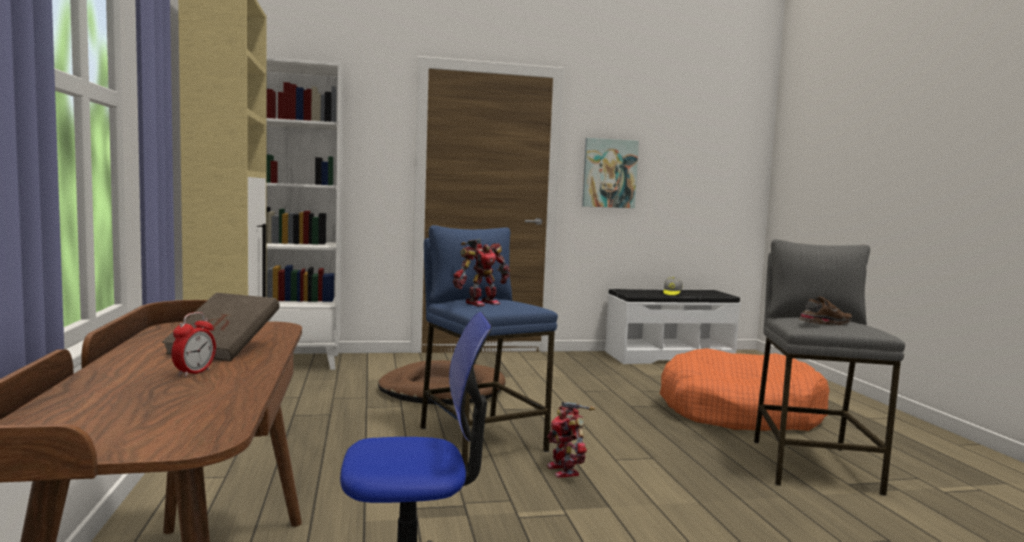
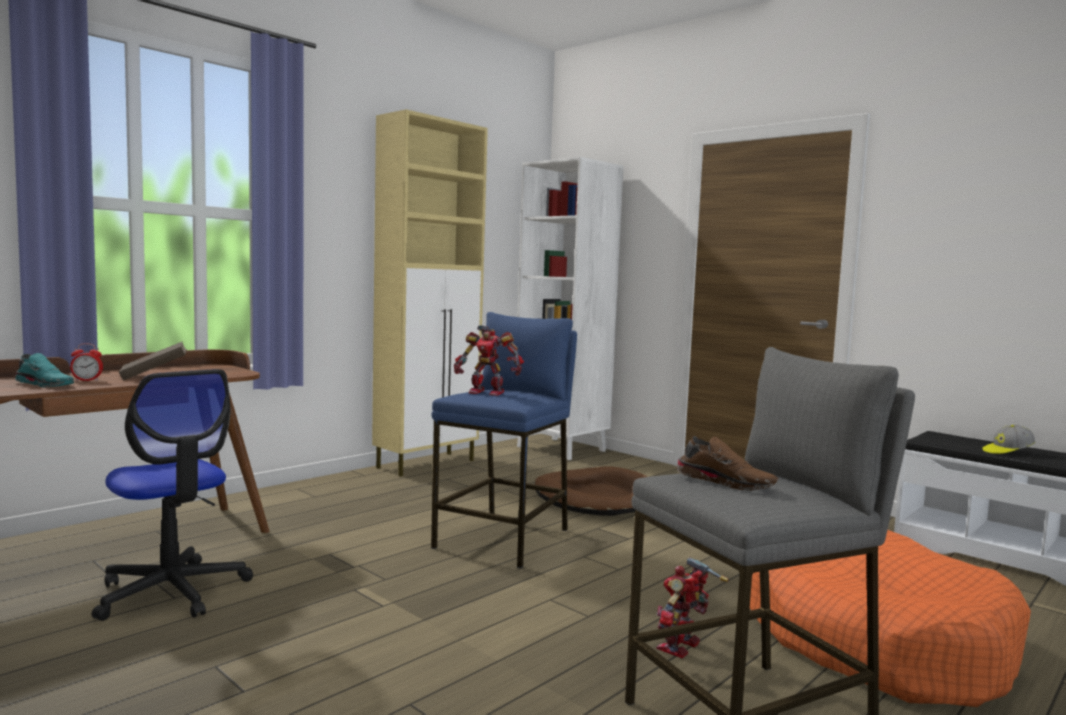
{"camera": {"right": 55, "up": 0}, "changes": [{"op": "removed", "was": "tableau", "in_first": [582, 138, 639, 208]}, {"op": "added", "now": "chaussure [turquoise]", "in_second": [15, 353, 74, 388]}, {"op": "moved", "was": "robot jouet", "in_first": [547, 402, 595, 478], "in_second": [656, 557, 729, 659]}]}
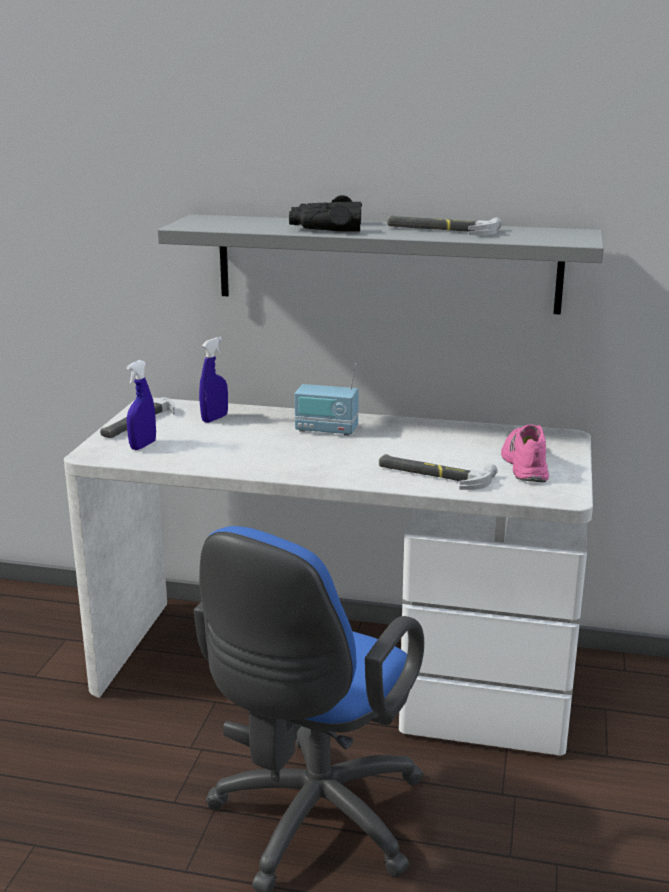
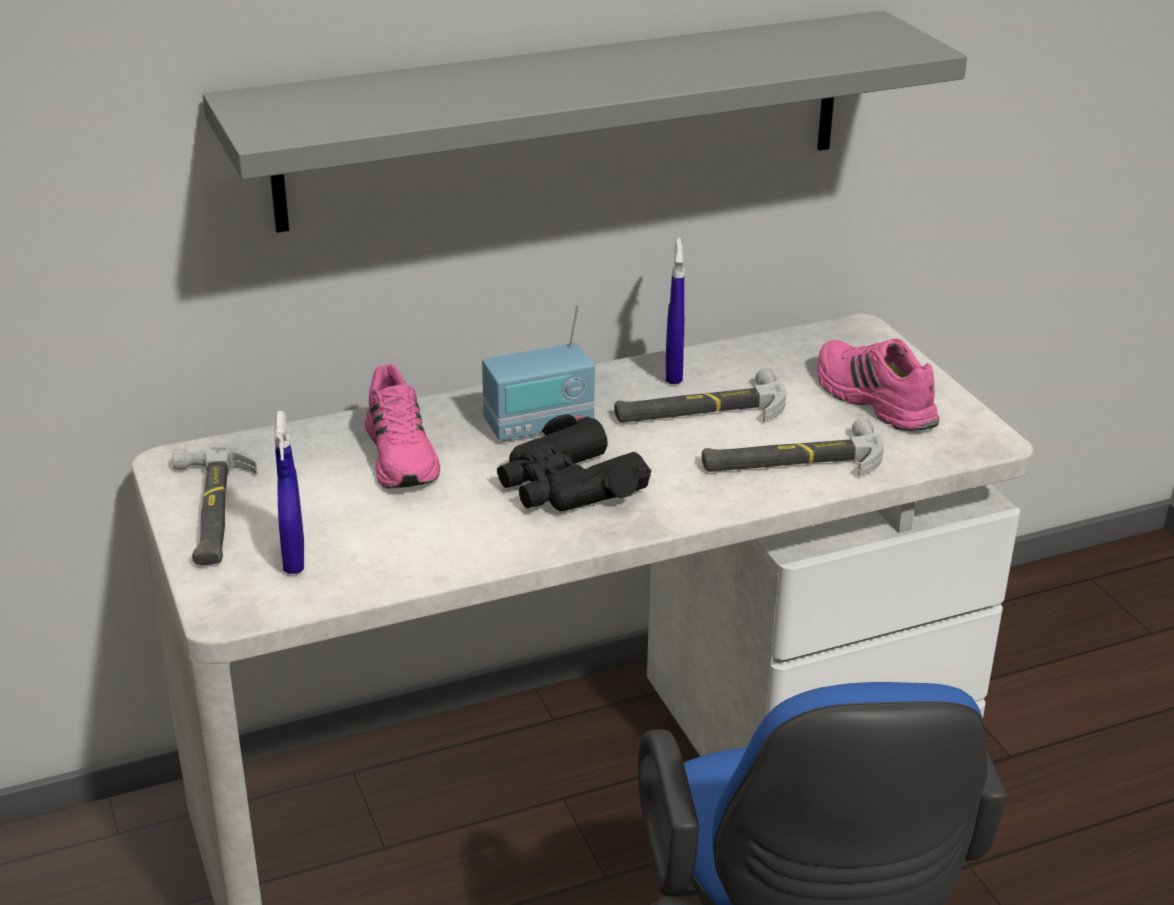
{"camera": {"right": -35, "up": 10}, "changes": [{"op": "added", "now": "chaussure [rose]", "in_second": [365, 364, 440, 489]}, {"op": "moved", "was": "vaporisateur [bleu]", "in_first": [199, 337, 228, 423], "in_second": [666, 238, 685, 384]}, {"op": "moved", "was": "jumelles [noir]", "in_first": [289, 195, 362, 232], "in_second": [497, 414, 651, 511]}, {"op": "moved", "was": "marteau", "in_first": [387, 216, 502, 235], "in_second": [614, 368, 786, 423]}]}
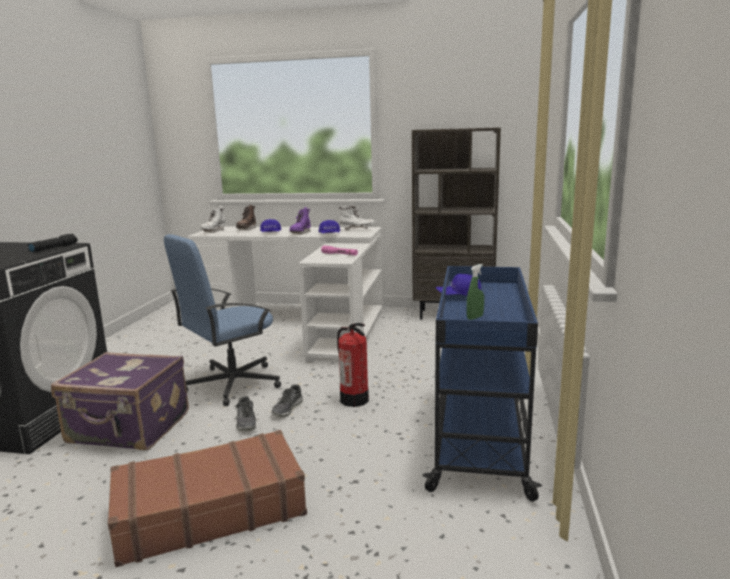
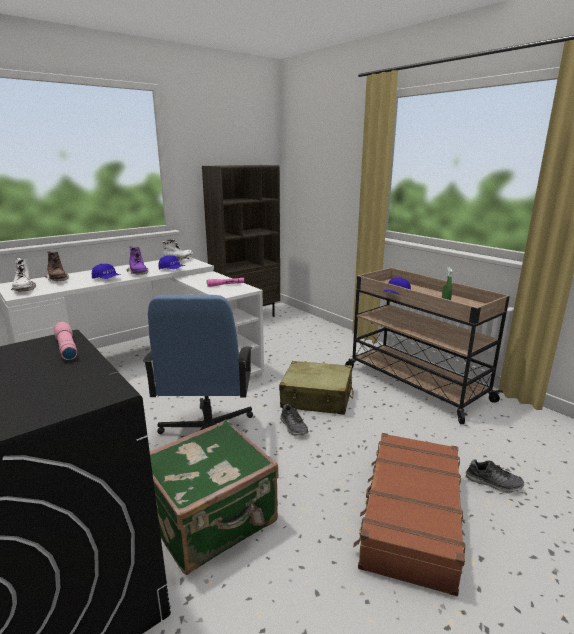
{"camera": {"right": -50, "up": 5}, "changes": [{"op": "moved", "was": "chaussure", "in_first": [235, 396, 256, 431], "in_second": [465, 459, 524, 493]}, {"op": "replaced", "was": "extincteur", "now": "valise [beige]", "in_first": [337, 323, 369, 407], "in_second": [279, 361, 353, 415]}, {"op": "recoloured", "was": "lampe de poche [noir]", "now": "lampe de poche [rose]", "in_first": [28, 234, 78, 252], "in_second": [54, 322, 77, 360]}, {"op": "recoloured", "was": "valise [violet]", "now": "valise [vert]", "in_first": [51, 352, 189, 450], "in_second": [150, 419, 278, 575]}, {"op": "recoloured", "was": "chariot [bleu]", "now": "chariot [beige]", "in_first": [422, 266, 542, 501], "in_second": [345, 268, 510, 424]}]}
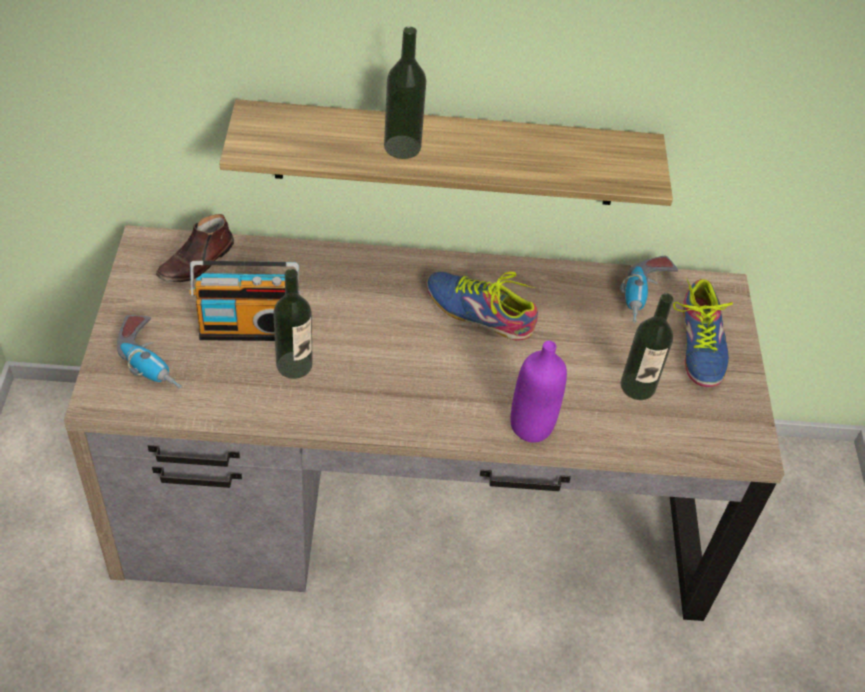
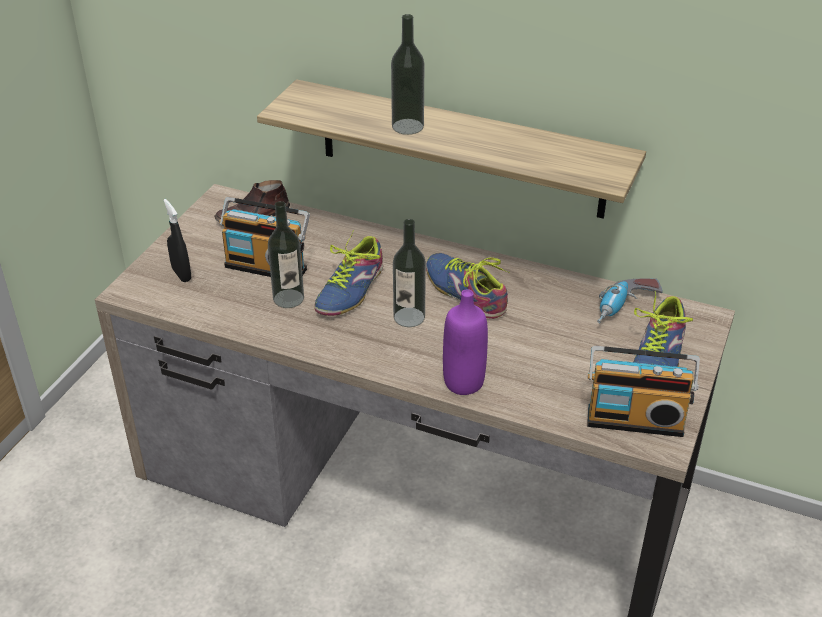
{"camera": {"right": 25, "up": -10}, "changes": [{"op": "added", "now": "chaussure", "in_second": [314, 230, 383, 316]}, {"op": "added", "now": "radio", "in_second": [587, 346, 700, 437]}, {"op": "moved", "was": "bouteille", "in_first": [620, 293, 673, 400], "in_second": [393, 219, 426, 327]}, {"op": "replaced", "was": "perceuse", "now": "vaporisateur [noir]", "in_first": [117, 315, 182, 389], "in_second": [163, 199, 191, 282]}]}
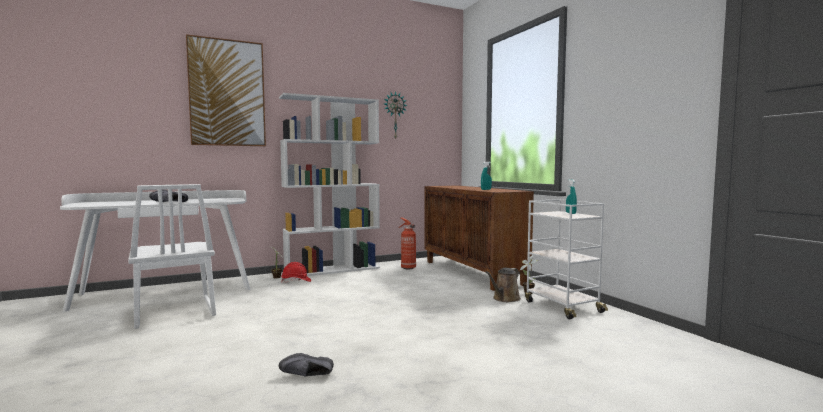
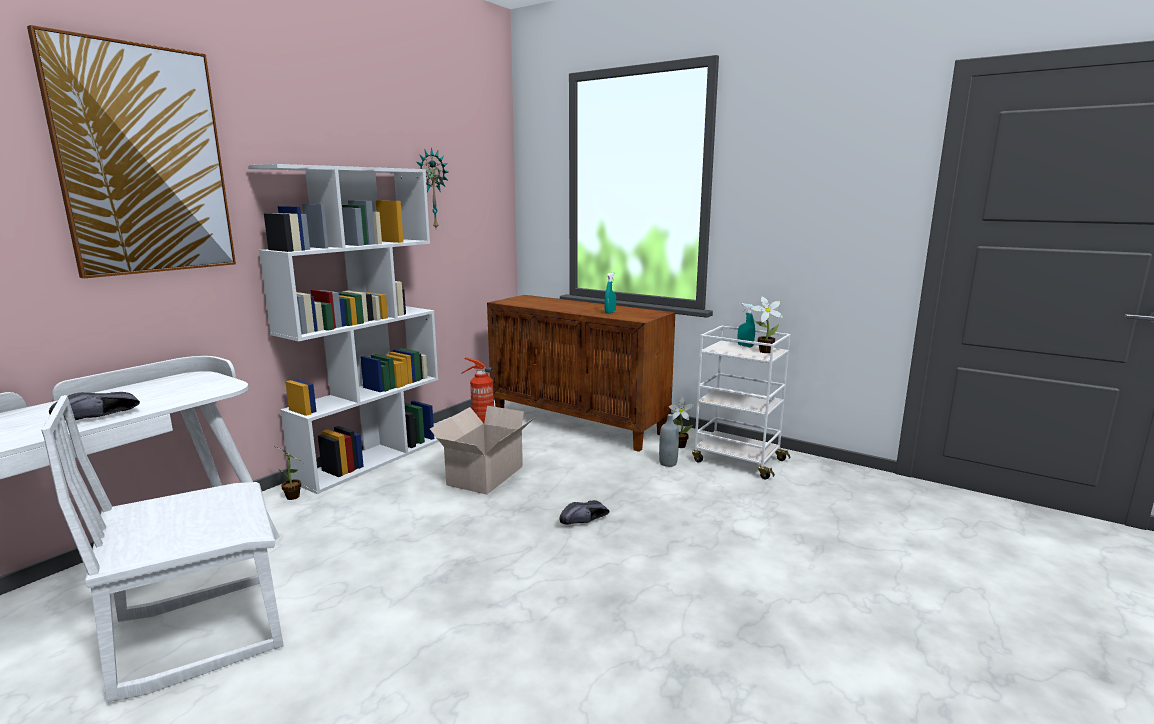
{"camera": {"right": -30, "up": 10}, "changes": [{"op": "removed", "was": "casque de chantier [rouge]", "in_first": [281, 262, 311, 283]}, {"op": "added", "now": "carton", "in_second": [430, 406, 534, 495]}, {"op": "added", "now": "plante en pot", "in_second": [751, 297, 783, 353]}, {"op": "moved", "was": "chaussure [noir]", "in_first": [279, 353, 334, 377], "in_second": [559, 500, 610, 524]}, {"op": "replaced", "was": "arrosoir [marron]", "now": "bouteille [gris]", "in_first": [485, 268, 521, 302], "in_second": [659, 414, 679, 467]}, {"op": "turned", "was": "chaise [blanc]", "in_first": [128, 184, 216, 329], "in_second": [41, 395, 284, 703], "clockwise": 120}]}
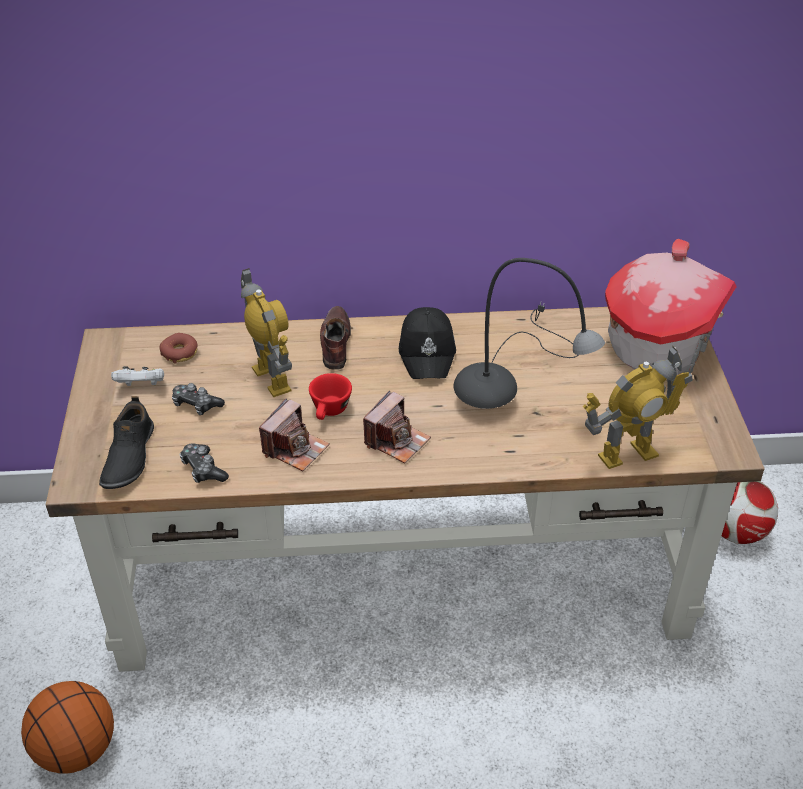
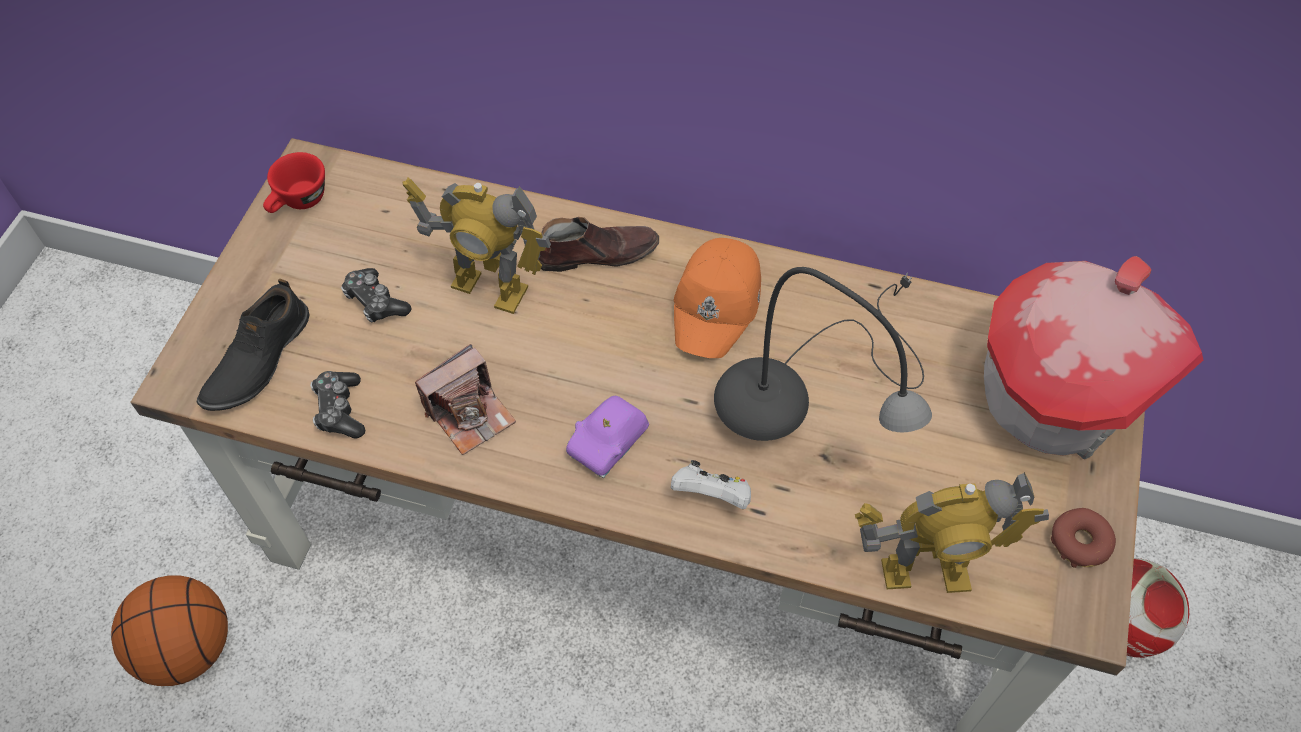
{"camera": {"right": 20, "up": 15}, "changes": [{"op": "moved", "was": "manette [blanc]", "in_first": [111, 366, 164, 386], "in_second": [671, 460, 751, 509]}, {"op": "moved", "was": "beignet", "in_first": [160, 333, 198, 364], "in_second": [1051, 508, 1116, 568]}, {"op": "moved", "was": "tasse [rouge]", "in_first": [309, 373, 352, 420], "in_second": [263, 152, 325, 213]}, {"op": "replaced", "was": "appareil photo", "now": "petite voiture [violet]", "in_first": [363, 390, 431, 463], "in_second": [566, 396, 649, 478]}, {"op": "recoloured", "was": "casquette [noir]", "now": "casquette [orange]", "in_first": [399, 307, 456, 379], "in_second": [674, 238, 761, 358]}, {"op": "turned", "was": "robot jouet", "in_first": [241, 268, 292, 397], "in_second": [402, 178, 551, 314], "clockwise": 120}, {"op": "turned", "was": "chaussure [marron]", "in_first": [320, 306, 351, 370], "in_second": [538, 217, 659, 272], "clockwise": 60}]}
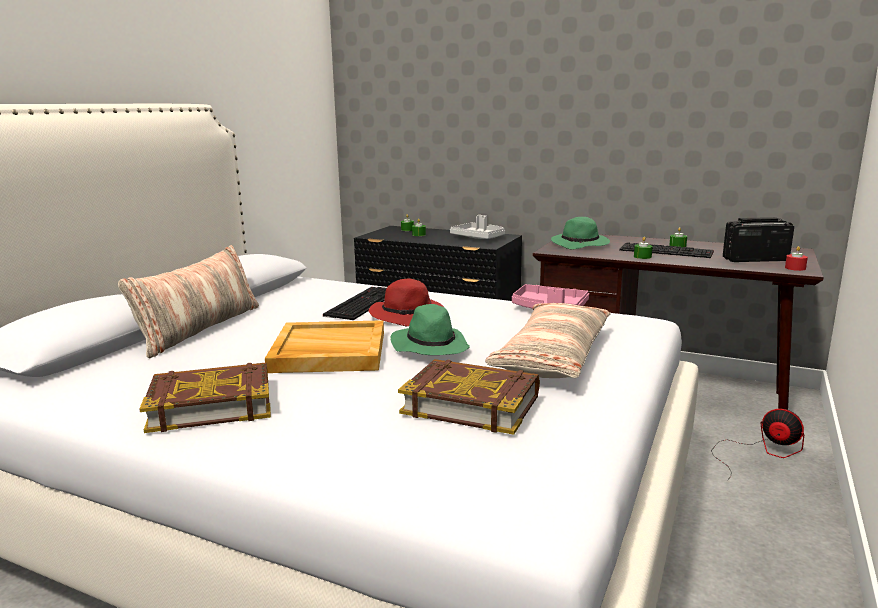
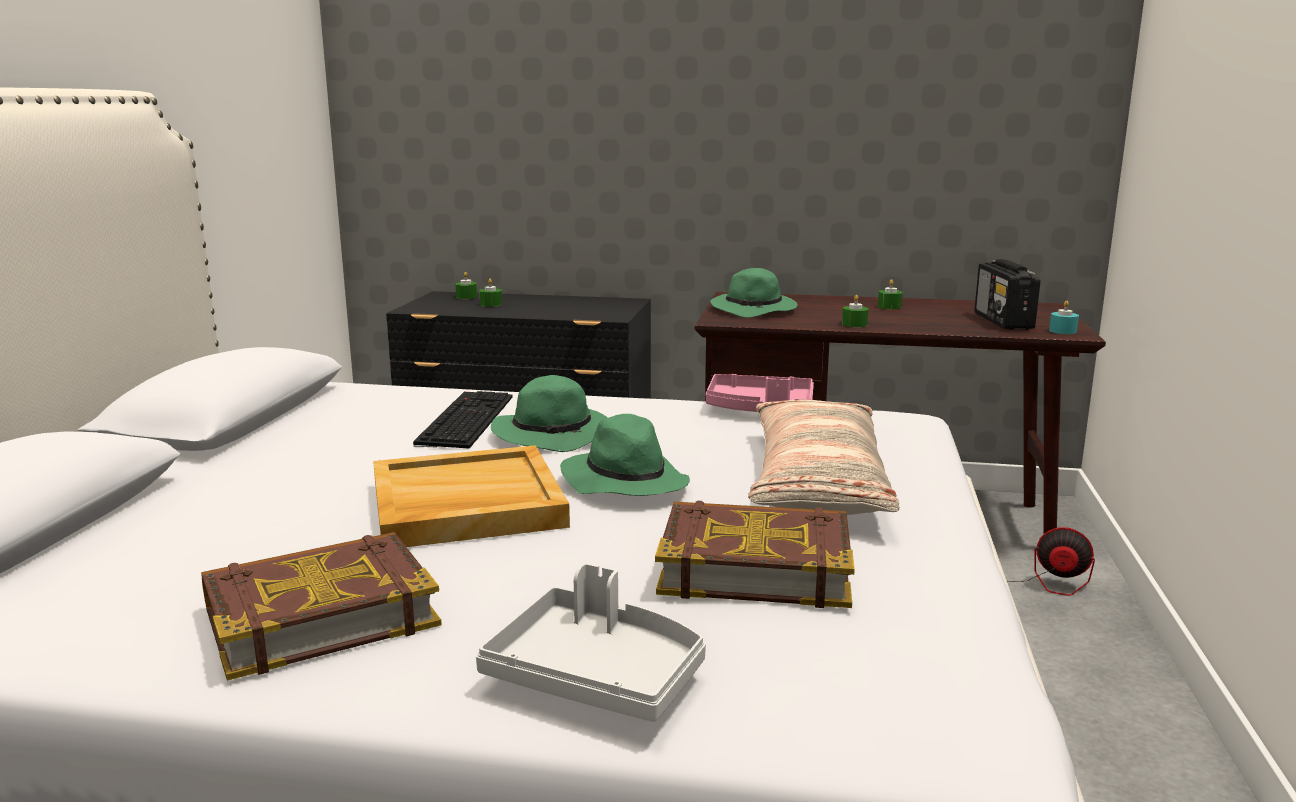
{"camera": {"right": -15, "up": 0}, "changes": [{"op": "removed", "was": "coussin", "in_first": [118, 245, 259, 358]}, {"op": "removed", "was": "clavier", "in_first": [619, 242, 714, 258]}, {"op": "moved", "was": "plateau [gris]", "in_first": [450, 215, 505, 239], "in_second": [476, 563, 706, 722]}, {"op": "recoloured", "was": "chapeau [rouge]", "now": "chapeau [vert]", "in_first": [369, 278, 445, 326], "in_second": [491, 375, 608, 452]}, {"op": "recoloured", "was": "bougie [rouge]", "now": "bougie [turquoise]", "in_first": [785, 246, 808, 271], "in_second": [1049, 301, 1079, 334]}, {"op": "turned", "was": "radio", "in_first": [723, 217, 794, 262], "in_second": [975, 259, 1040, 330], "clockwise": -75}]}
